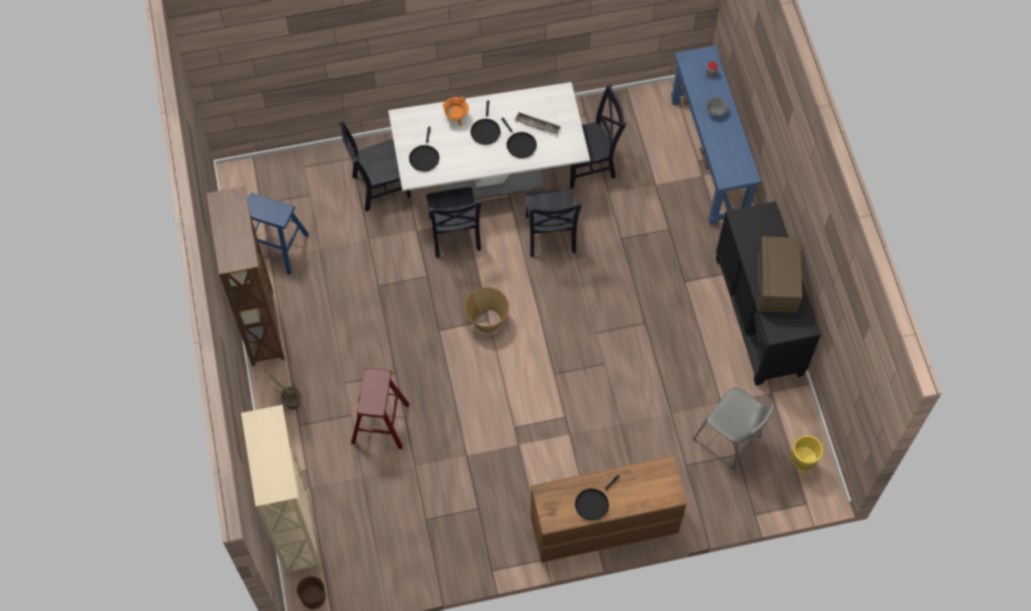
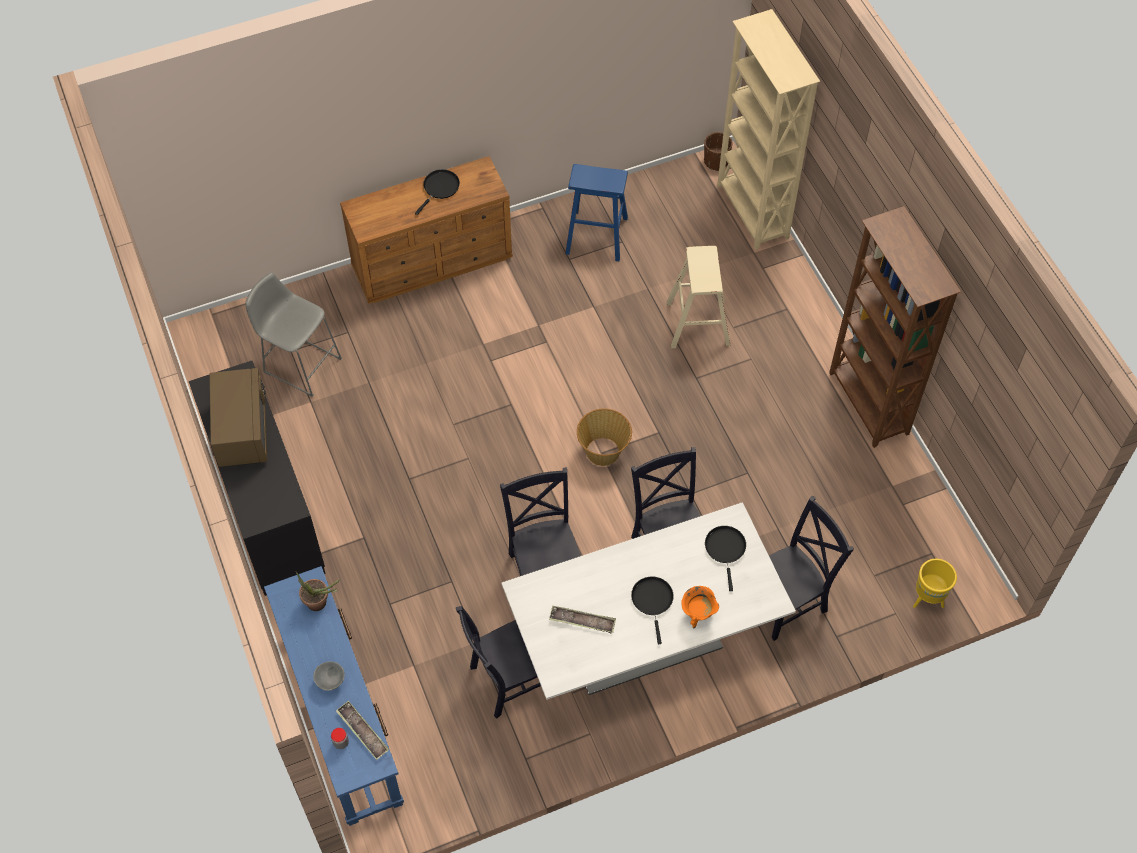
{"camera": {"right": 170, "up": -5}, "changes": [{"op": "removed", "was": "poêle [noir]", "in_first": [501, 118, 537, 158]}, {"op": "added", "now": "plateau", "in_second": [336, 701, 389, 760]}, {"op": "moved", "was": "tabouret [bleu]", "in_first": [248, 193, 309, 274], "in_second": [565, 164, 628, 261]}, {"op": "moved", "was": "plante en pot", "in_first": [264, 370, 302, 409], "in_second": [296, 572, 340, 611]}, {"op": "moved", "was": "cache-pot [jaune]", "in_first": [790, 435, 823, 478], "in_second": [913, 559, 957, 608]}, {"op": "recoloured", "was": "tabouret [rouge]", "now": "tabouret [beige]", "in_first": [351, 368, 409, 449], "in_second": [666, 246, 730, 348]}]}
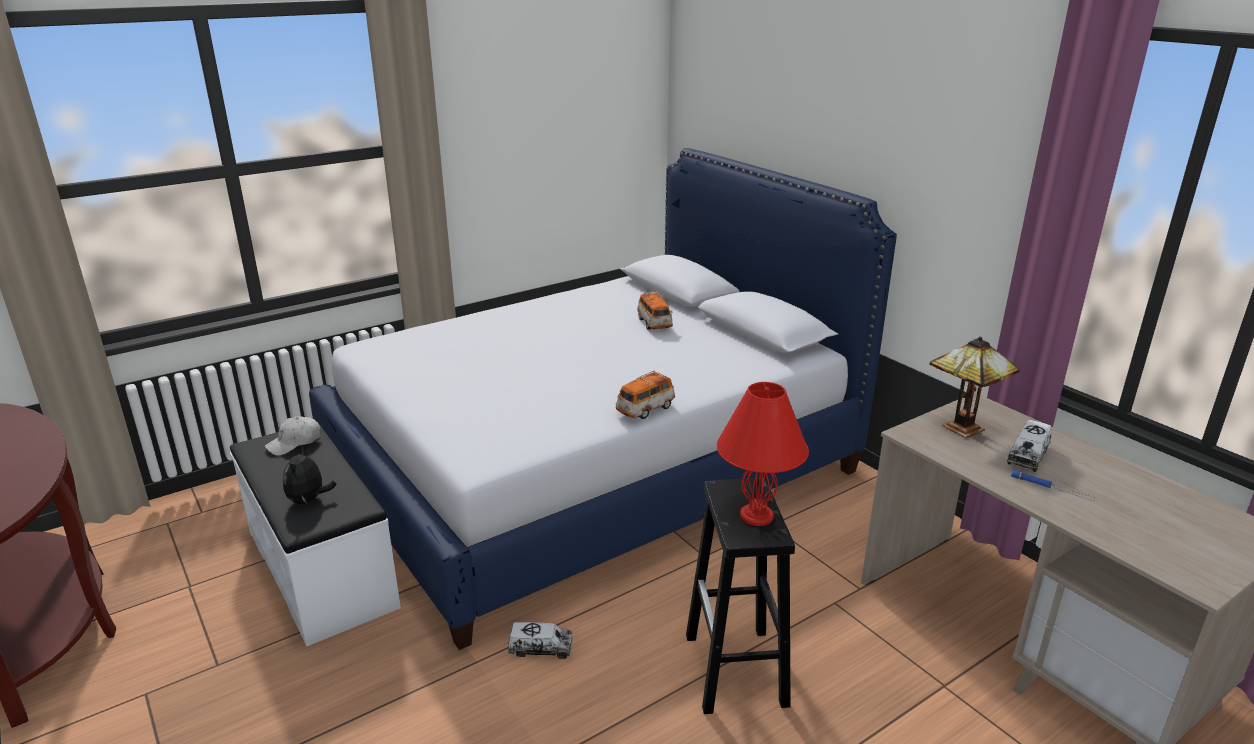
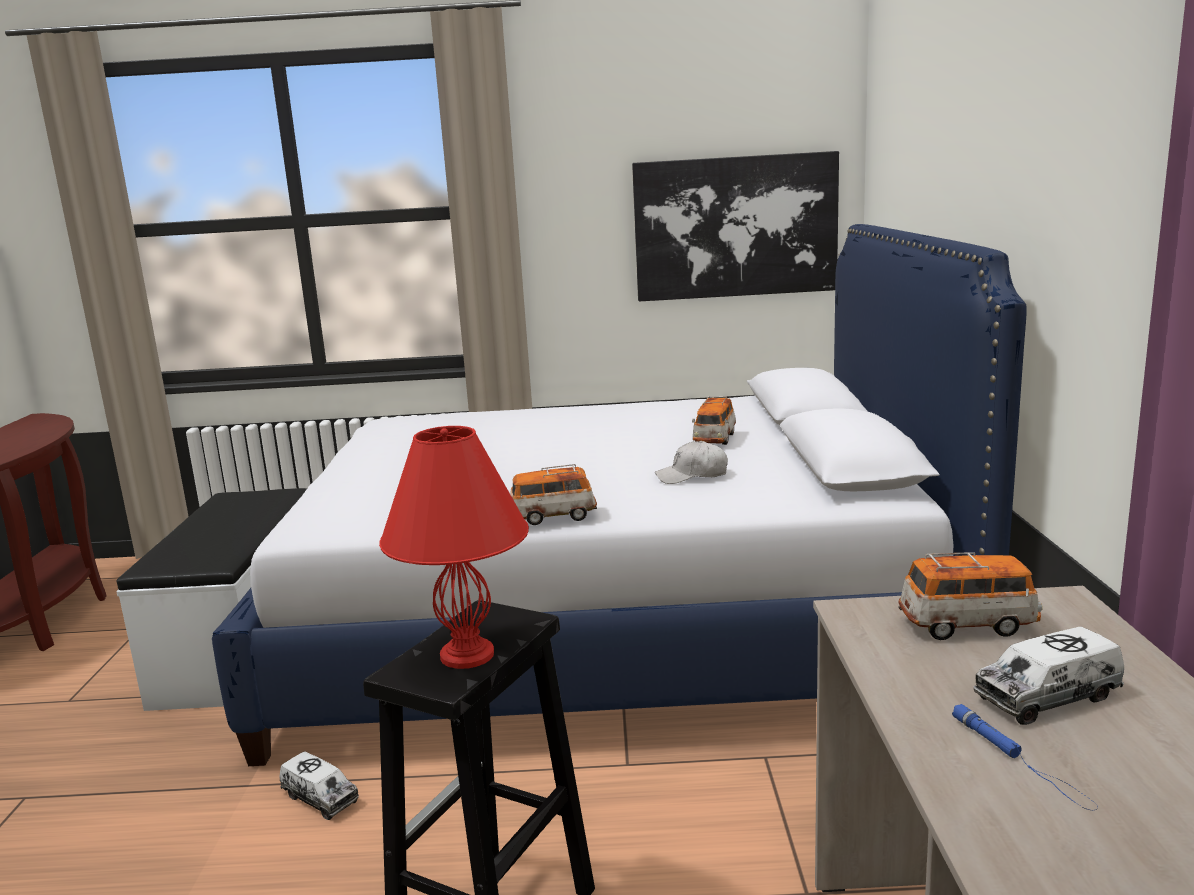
{"camera": {"right": 35, "up": -10}, "changes": [{"op": "removed", "was": "peluche", "in_first": [283, 446, 337, 504]}, {"op": "added", "now": "tableau", "in_second": [632, 151, 839, 301]}, {"op": "moved", "was": "casquette [blanc]", "in_first": [265, 416, 320, 456], "in_second": [655, 441, 728, 484]}, {"op": "replaced", "was": "lampe de table", "now": "petite voiture", "in_first": [929, 337, 1020, 438], "in_second": [898, 552, 1043, 640]}]}
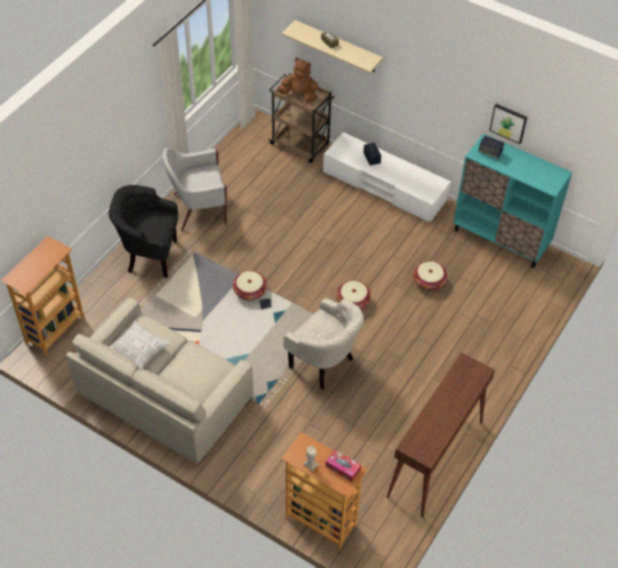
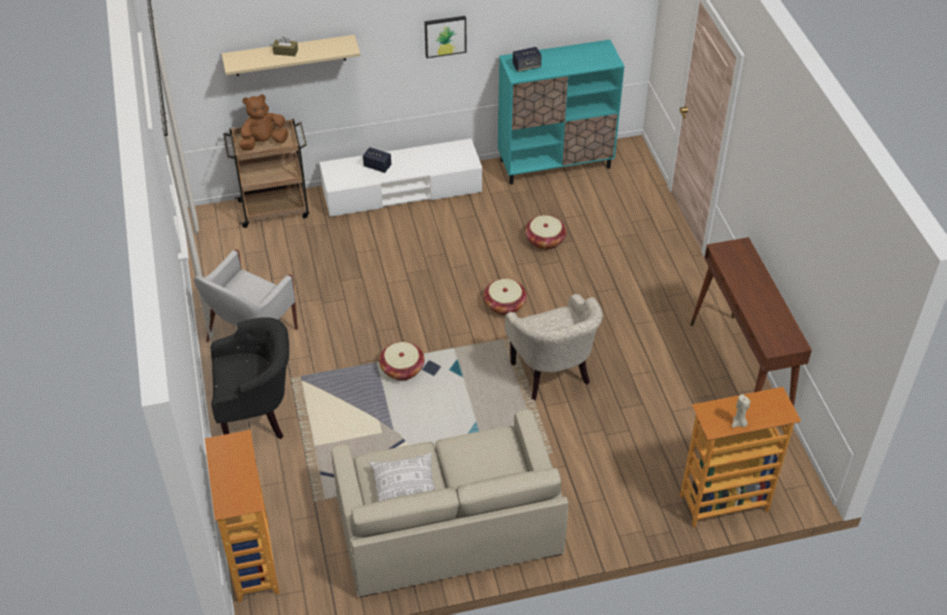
{"camera": {"right": -45, "up": -5}, "changes": [{"op": "removed", "was": "boîte à mouchoirs", "in_first": [325, 449, 361, 482]}, {"op": "moved", "was": "tableau", "in_first": [489, 104, 527, 144], "in_second": [424, 16, 466, 58]}, {"op": "turned", "was": "fauteuil [noir]", "in_first": [109, 185, 178, 278], "in_second": [210, 317, 289, 439], "clockwise": -150}, {"op": "turned", "was": "fauteuil [beige]", "in_first": [283, 298, 364, 390], "in_second": [505, 294, 603, 400], "clockwise": 75}]}
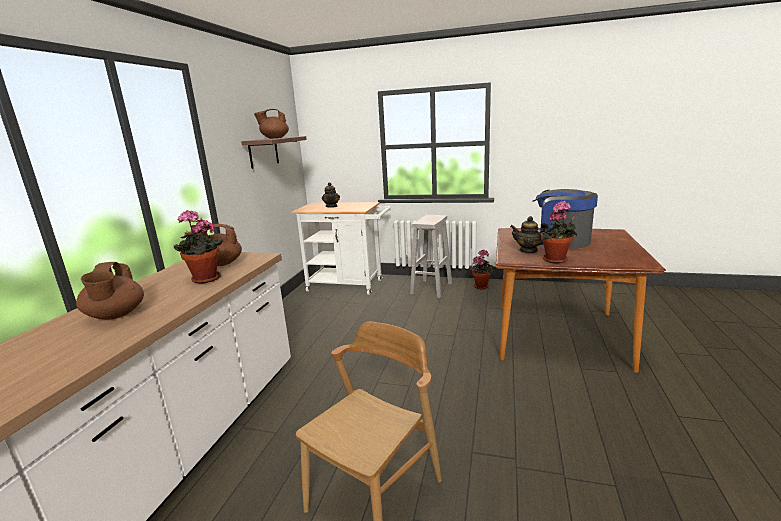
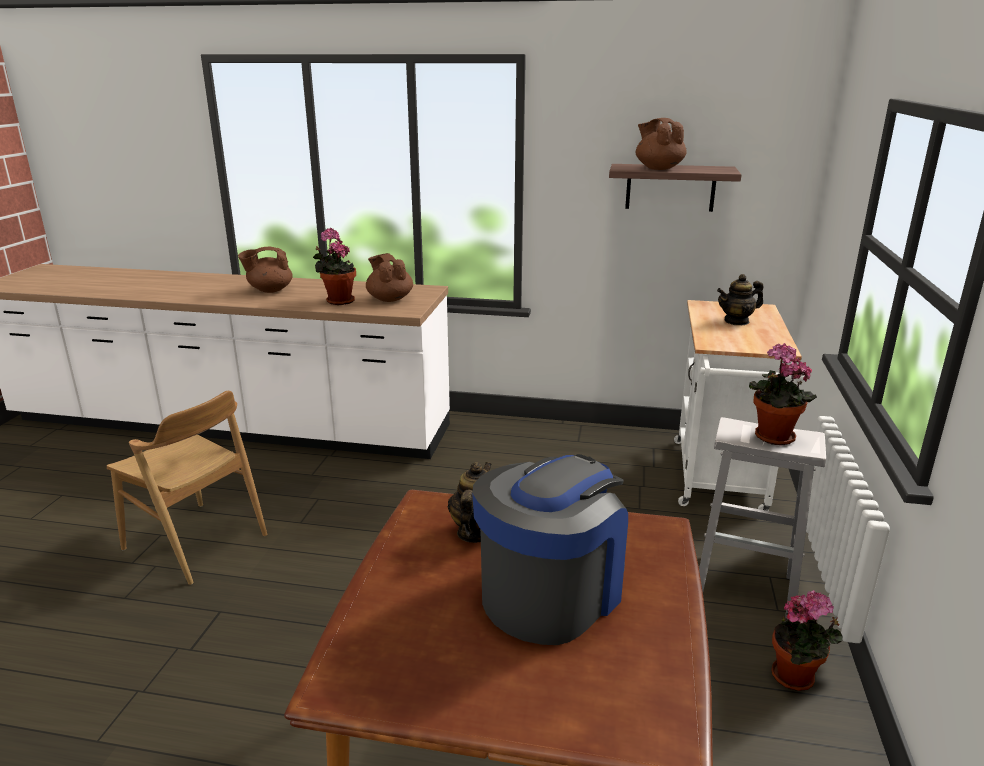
{"camera": {"right": 85, "up": 5}, "changes": [{"op": "moved", "was": "plante en pot", "in_first": [541, 201, 577, 264], "in_second": [749, 343, 817, 445]}]}
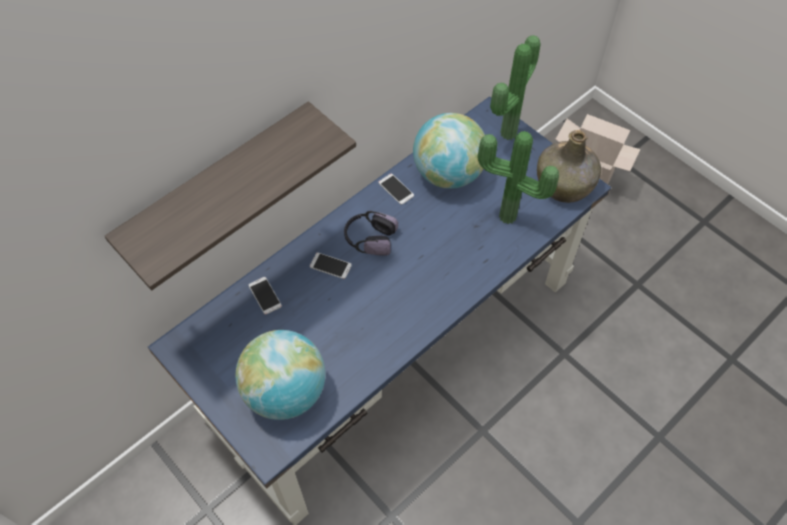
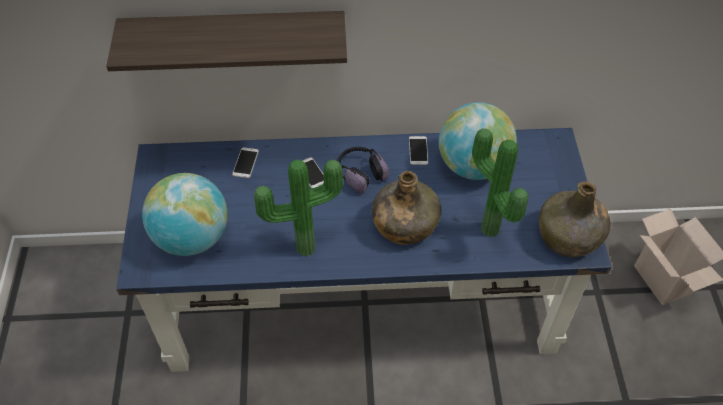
{"camera": {"right": 40, "up": -5}, "changes": [{"op": "added", "now": "bouteille [vert]", "in_second": [372, 171, 441, 245]}, {"op": "moved", "was": "plante en pot", "in_first": [490, 35, 541, 140], "in_second": [254, 159, 343, 257]}]}
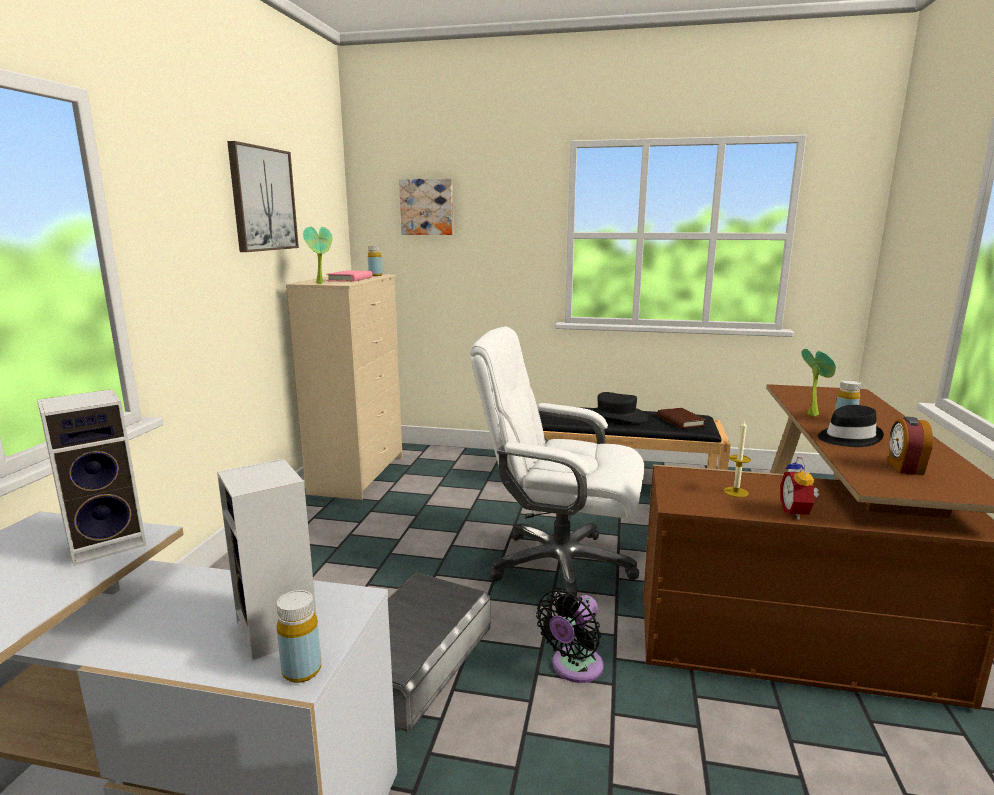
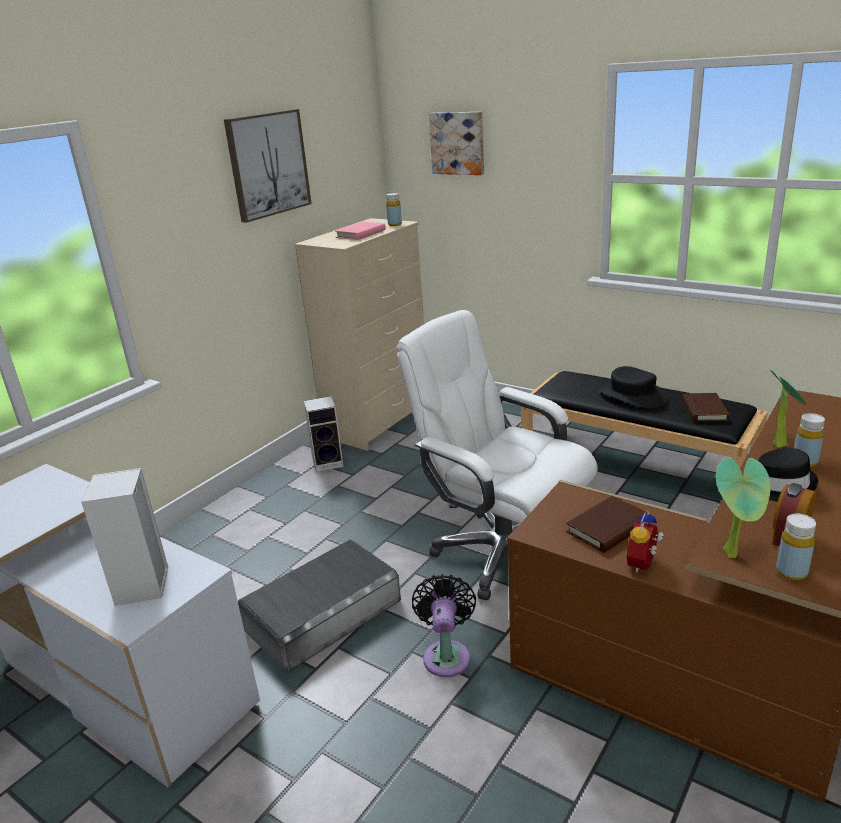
{"camera": {"right": 25, "up": 10}, "changes": [{"op": "moved", "was": "enceinte", "in_first": [37, 389, 146, 566], "in_second": [304, 396, 343, 472]}, {"op": "moved", "was": "bouteille [jaune]", "in_first": [277, 590, 321, 683], "in_second": [776, 514, 816, 581]}, {"op": "moved", "was": "plante en pot", "in_first": [303, 227, 333, 284], "in_second": [716, 458, 771, 558]}, {"op": "replaced", "was": "bougie", "now": "livre [marron]", "in_first": [724, 419, 751, 497], "in_second": [566, 496, 651, 553]}, {"op": "turned", "was": "ventilateur [noir]", "in_first": [536, 589, 604, 683], "in_second": [412, 574, 476, 677], "clockwise": 120}]}
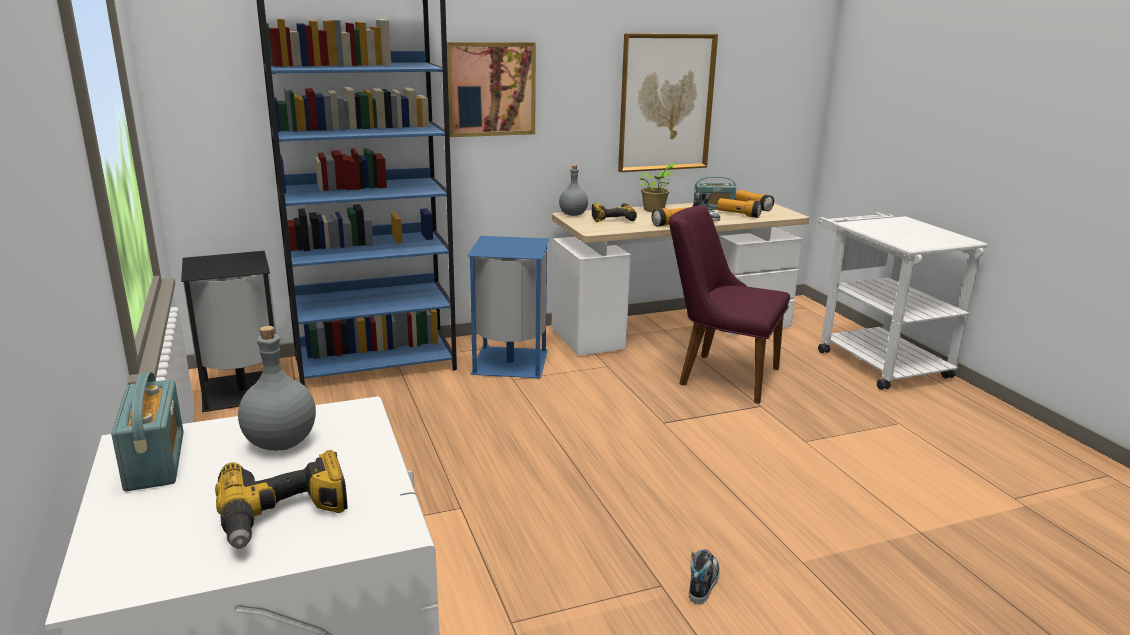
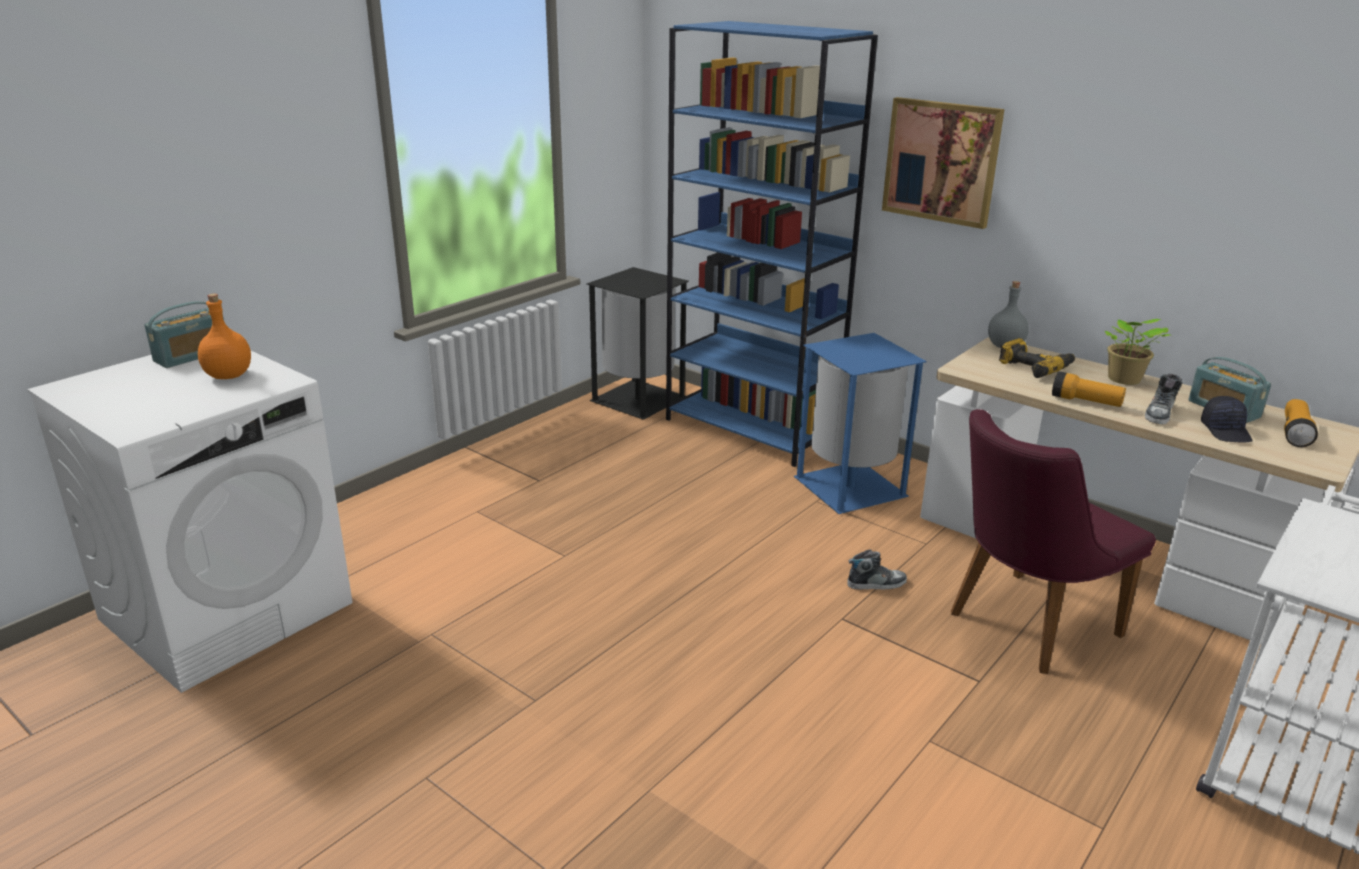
{"camera": {"right": 60, "up": 5}, "changes": [{"op": "removed", "was": "perceuse", "in_first": [215, 450, 348, 549]}, {"op": "removed", "was": "tableau", "in_first": [618, 33, 718, 172]}, {"op": "moved", "was": "chaussure", "in_first": [689, 549, 720, 604], "in_second": [848, 549, 907, 589]}, {"op": "replaced", "was": "lampe de poche", "now": "casquette [noir]", "in_first": [717, 198, 762, 218], "in_second": [1201, 396, 1253, 442]}, {"op": "recoloured", "was": "bouteille [gris]", "now": "bouteille [orange]", "in_first": [238, 326, 316, 451], "in_second": [198, 293, 251, 379]}, {"op": "turned", "was": "chaise [violet]", "in_first": [669, 205, 790, 404], "in_second": [951, 409, 1156, 674], "clockwise": -120}]}
